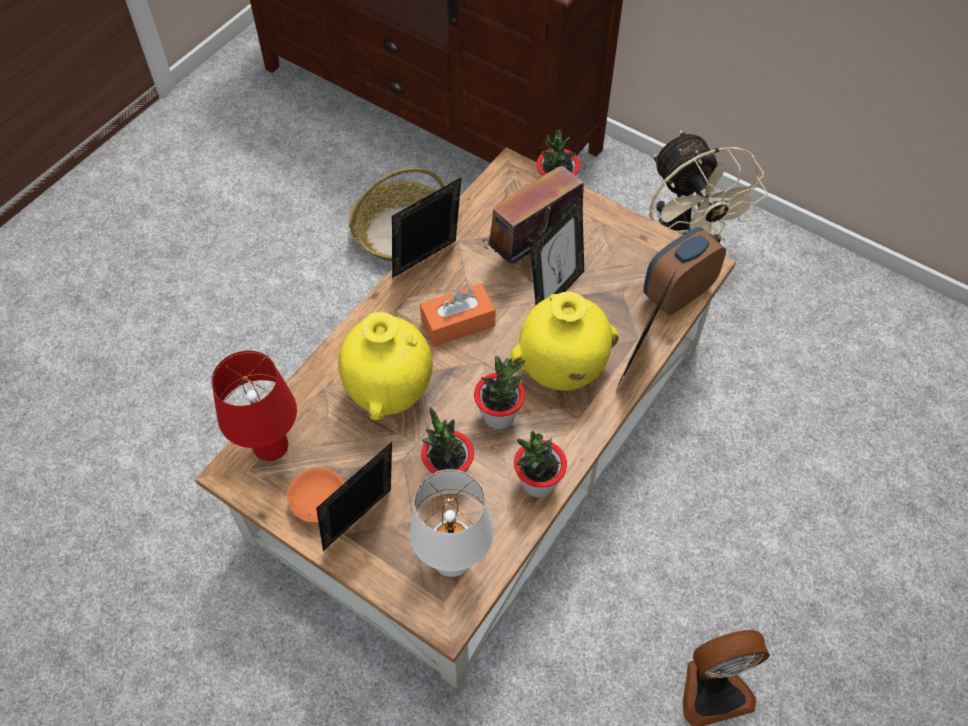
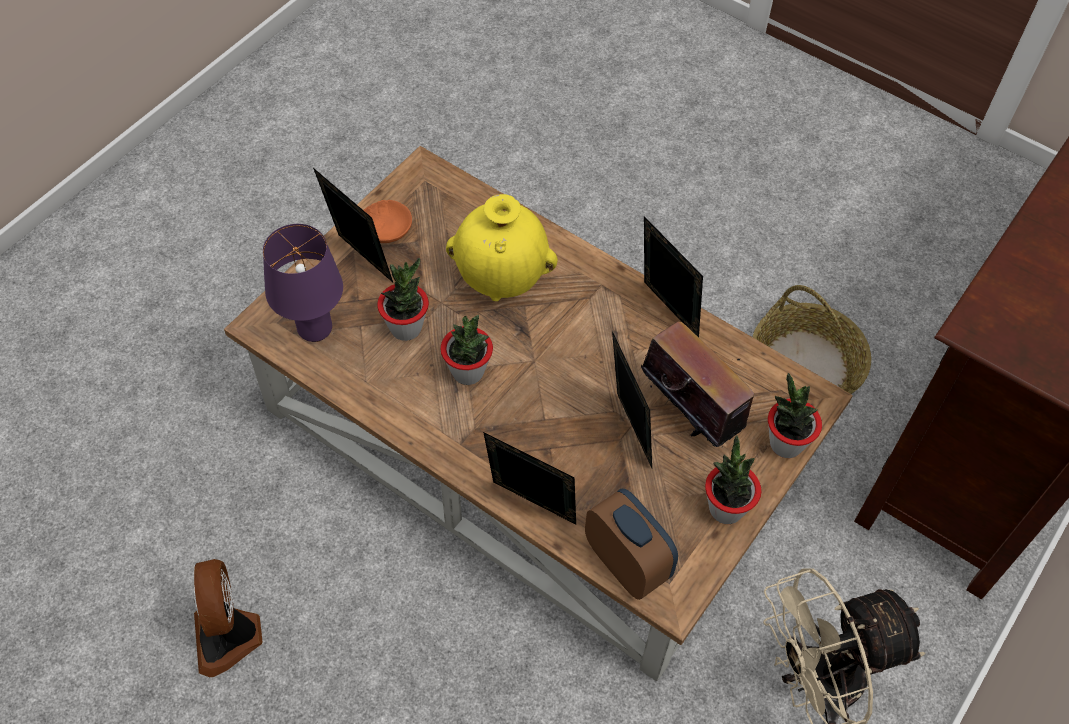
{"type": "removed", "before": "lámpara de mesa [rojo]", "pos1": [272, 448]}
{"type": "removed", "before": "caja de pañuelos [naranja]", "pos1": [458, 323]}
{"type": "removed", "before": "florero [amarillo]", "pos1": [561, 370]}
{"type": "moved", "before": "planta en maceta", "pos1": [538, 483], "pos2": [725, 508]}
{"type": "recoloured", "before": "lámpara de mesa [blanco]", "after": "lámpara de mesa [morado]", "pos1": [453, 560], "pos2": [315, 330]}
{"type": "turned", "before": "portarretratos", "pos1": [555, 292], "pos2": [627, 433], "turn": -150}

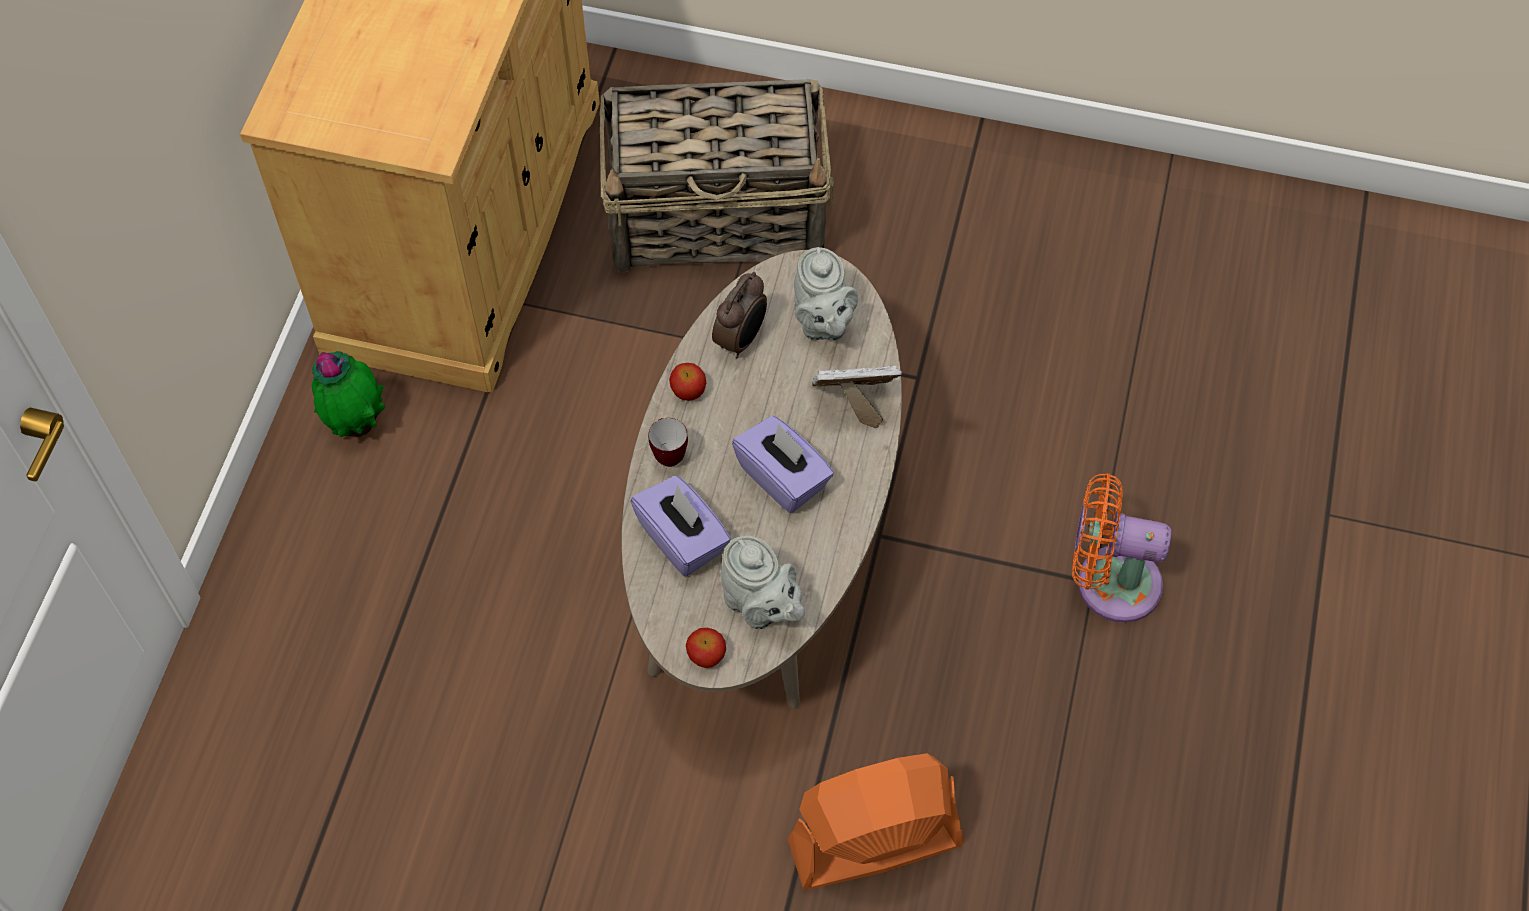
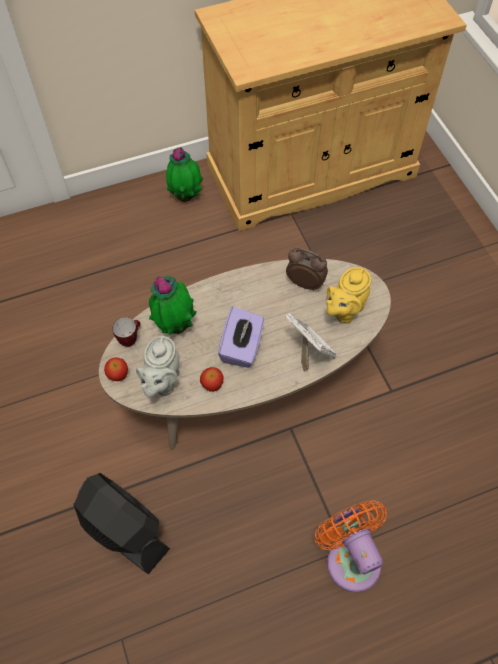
{"type": "removed", "before": "cesta", "pos1": [719, 218]}
{"type": "moved", "before": "taza grande", "pos1": [667, 454], "pos2": [130, 339]}
{"type": "moved", "before": "manzana", "pos1": [688, 392], "pos2": [212, 384]}
{"type": "replaced", "before": "caja de pañuelos [morado]", "after": "planta en maceta", "pos1": [682, 539], "pos2": [175, 326]}
{"type": "recoloured", "before": "ventilador [naranja]", "after": "ventilador [negro]", "pos1": [874, 842], "pos2": [123, 530]}
{"type": "recoloured", "before": "tetera [gris]", "after": "tetera [amarillo]", "pos1": [822, 323], "pos2": [344, 310]}
{"type": "turned", "before": "despertador", "pos1": [741, 339], "pos2": [305, 283], "turn": -150}

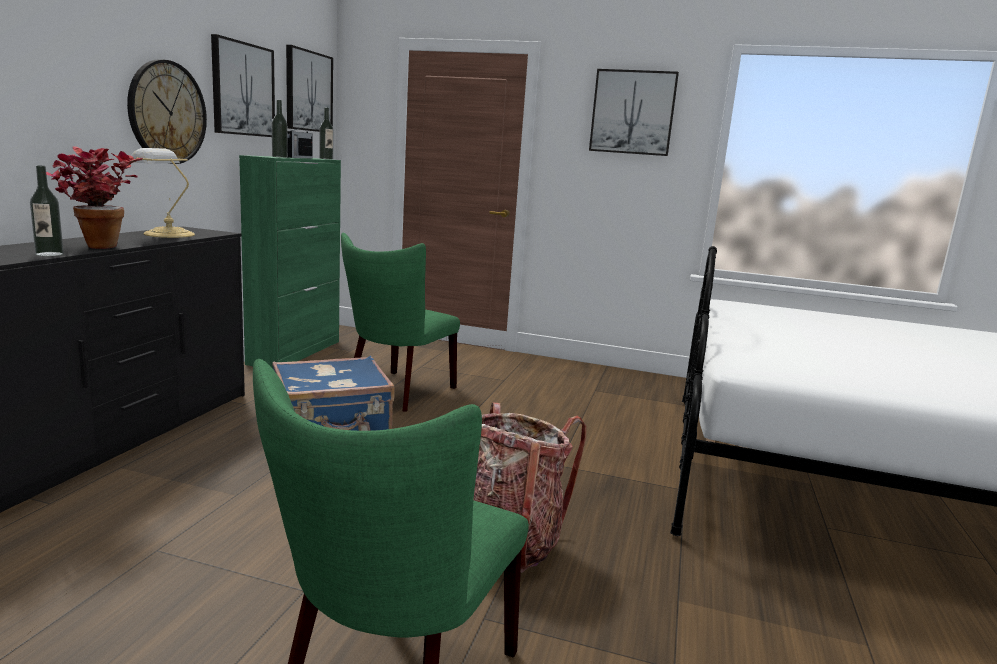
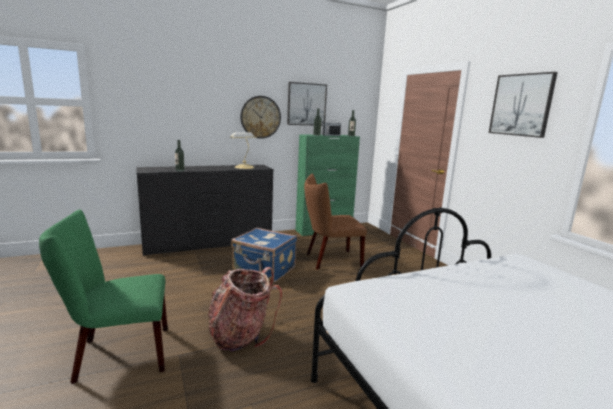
{"type": "removed", "before": "planta en maceta", "pos1": [97, 245]}
{"type": "removed", "before": "cuadro", "pos1": [308, 91]}
{"type": "recoloured", "before": "silla [verde]", "after": "silla [marrón]", "pos1": [396, 393], "pos2": [330, 260]}

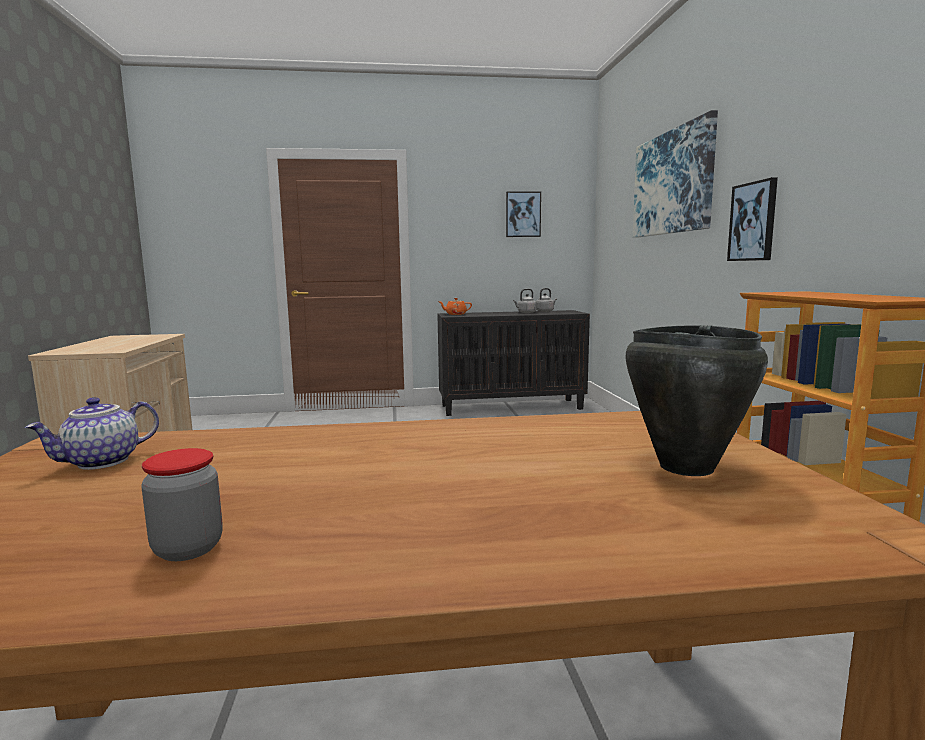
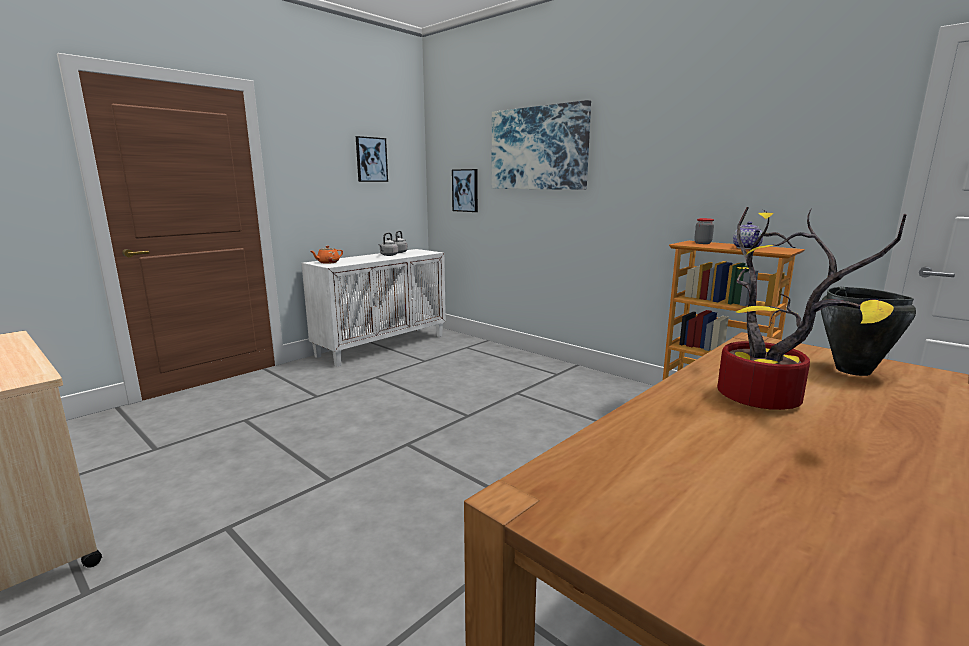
{"type": "added", "after": "planta en maceta", "pos2": [767, 399]}
{"type": "moved", "before": "tetera", "pos1": [102, 462], "pos2": [747, 248]}
{"type": "moved", "before": "tarro", "pos1": [188, 548], "pos2": [702, 243]}
{"type": "moved", "before": "cuadro", "pos1": [753, 221], "pos2": [465, 190]}
{"type": "recoloured", "before": "armario [negro]", "after": "armario [blanco]", "pos1": [512, 407], "pos2": [382, 345]}

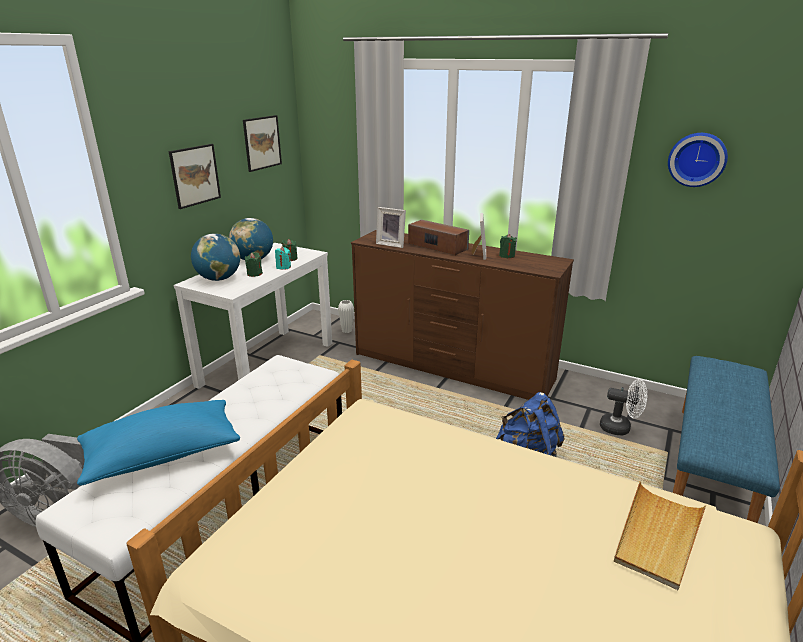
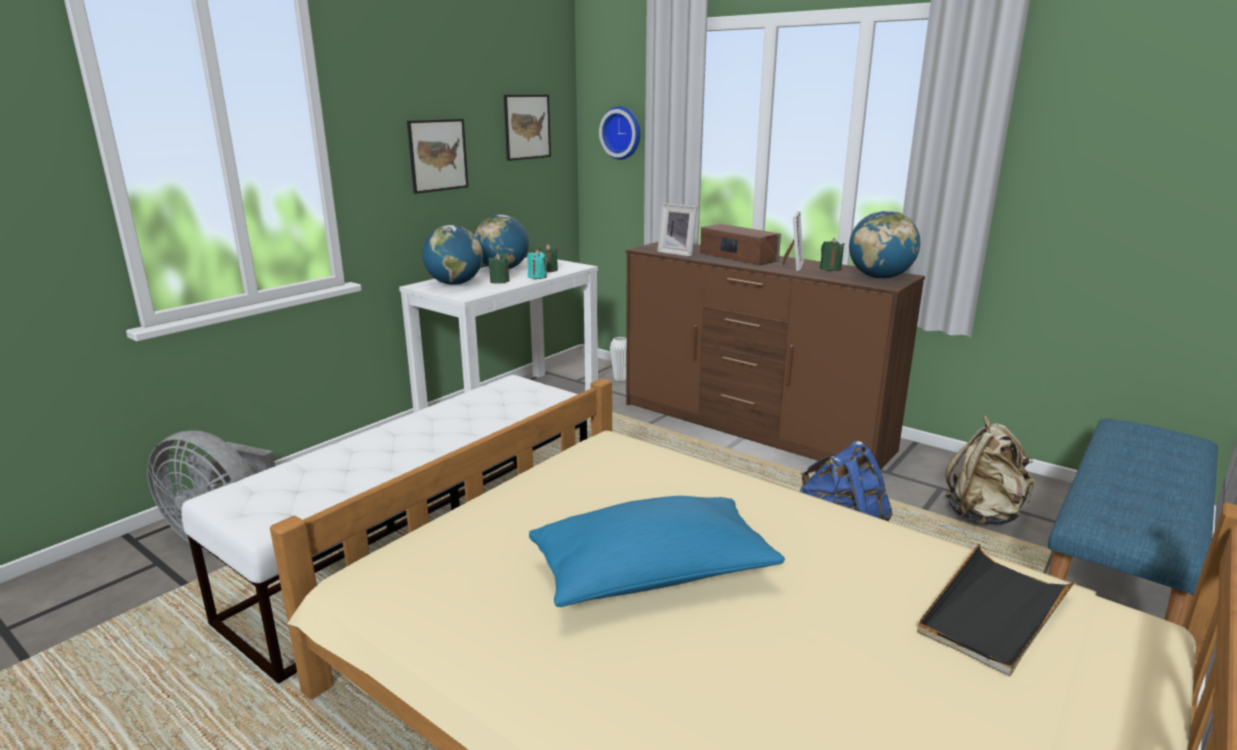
{"type": "added", "after": "globo terráqueo", "pos2": [880, 277]}
{"type": "moved", "before": "cojín [azul]", "pos1": [163, 456], "pos2": [652, 576]}
{"type": "moved", "before": "reloj de pared", "pos1": [697, 159], "pos2": [622, 133]}
{"type": "replaced", "before": "ventilador [blanco]", "after": "mochila [beis]", "pos1": [620, 428], "pos2": [983, 515]}
{"type": "recoloured", "before": "bandeja [beis]", "after": "bandeja [negro]", "pos1": [657, 536], "pos2": [993, 612]}

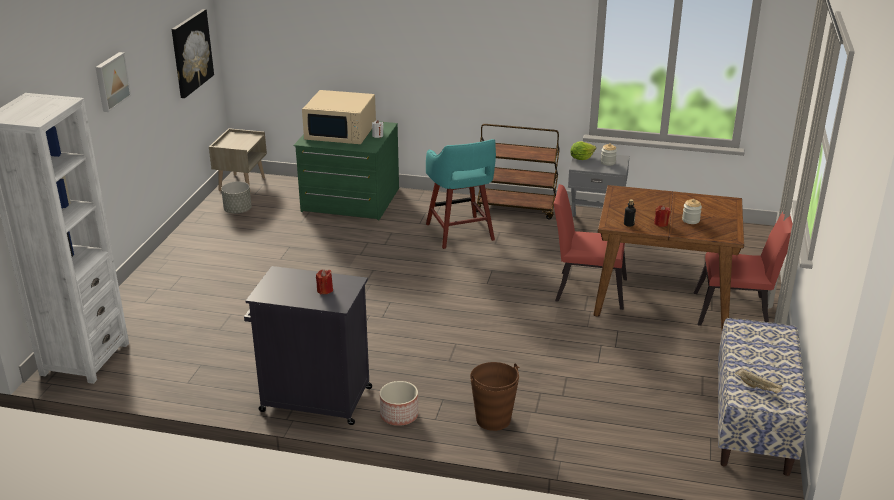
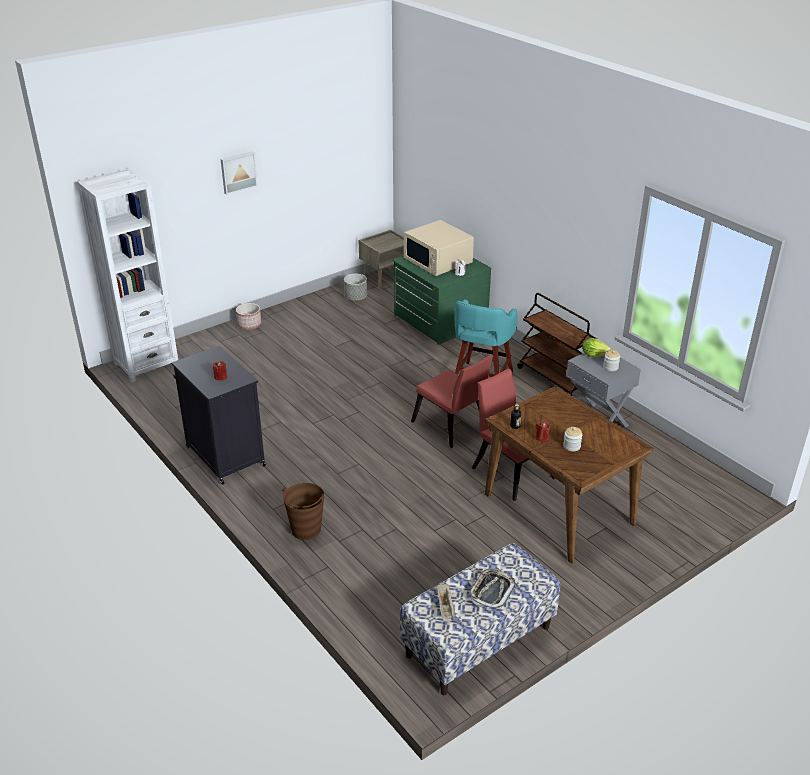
{"type": "removed", "before": "cuadro", "pos1": [191, 52]}
{"type": "added", "after": "bandeja", "pos2": [491, 591]}
{"type": "moved", "before": "maceta", "pos1": [399, 415], "pos2": [249, 325]}
{"type": "moved", "before": "silla [rojo]", "pos1": [736, 312], "pos2": [452, 427]}

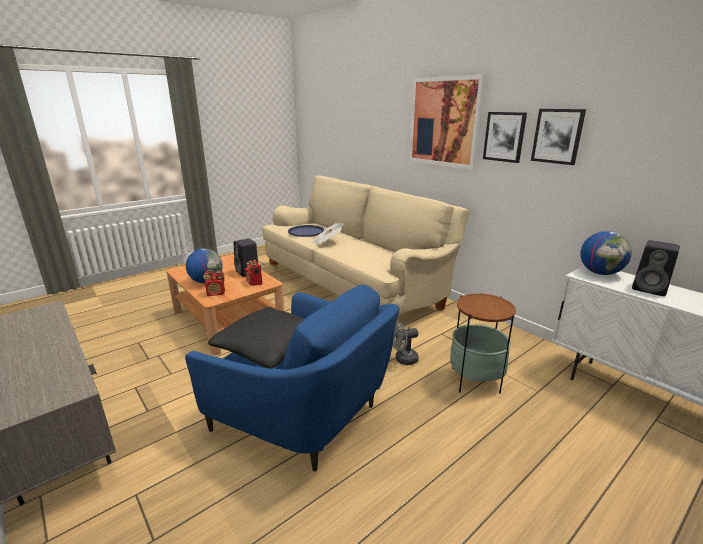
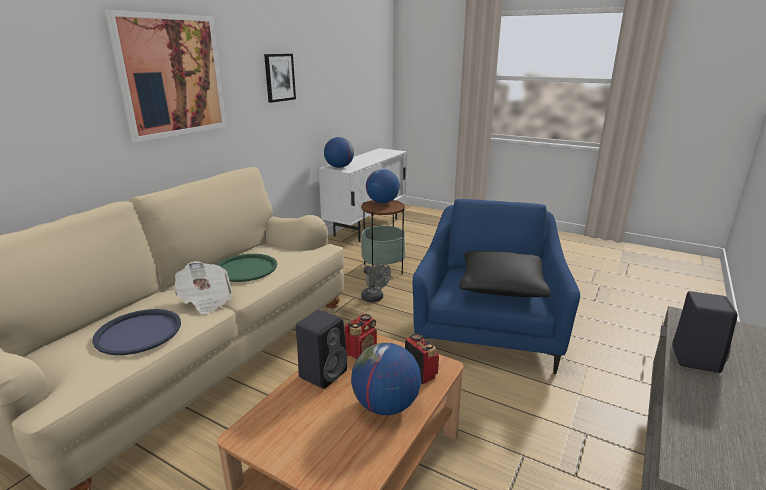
{"type": "removed", "before": "cuadro", "pos1": [504, 136]}
{"type": "added", "after": "bandeja [verde]", "pos2": [246, 268]}
{"type": "added", "after": "globo terráqueo", "pos2": [382, 202]}
{"type": "moved", "before": "altavoz [negro]", "pos1": [650, 289], "pos2": [694, 358]}

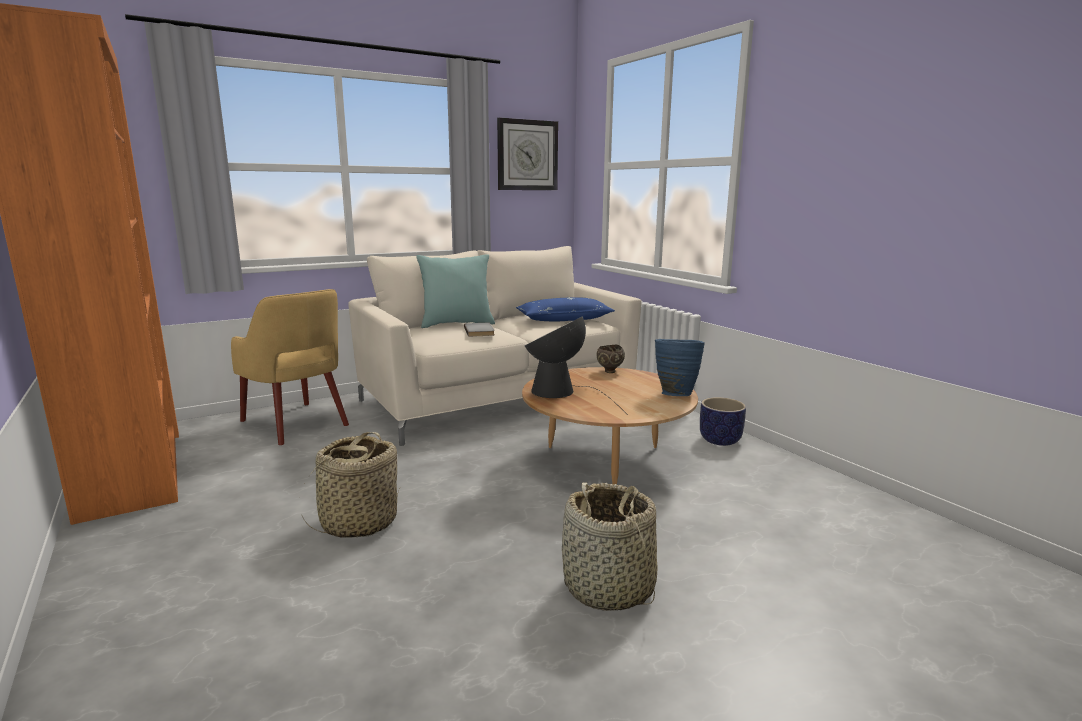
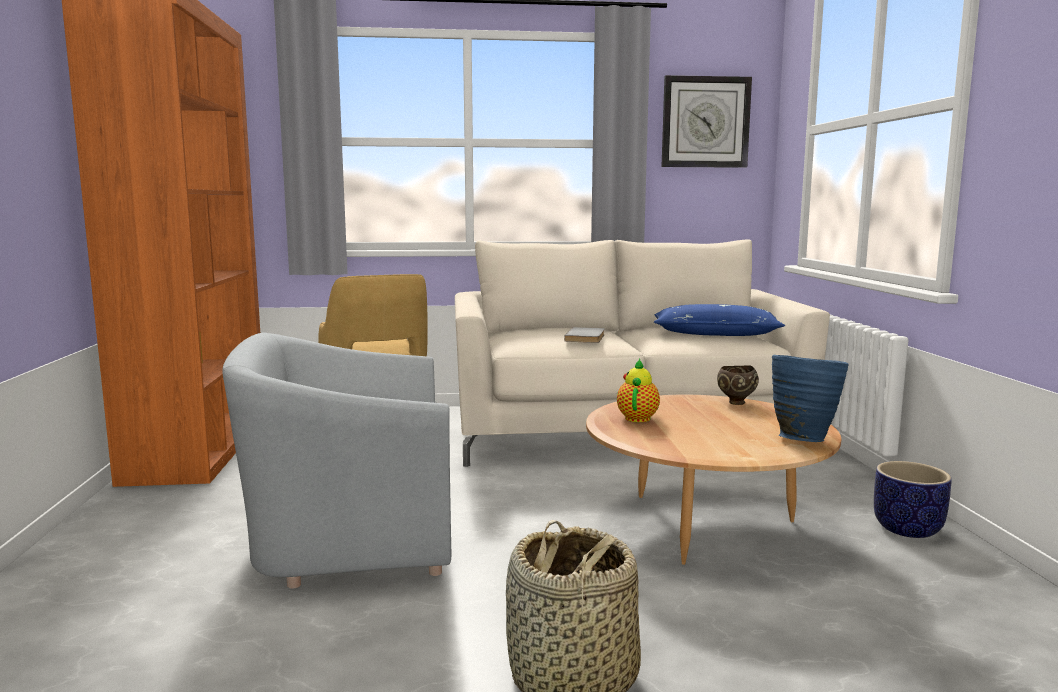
{"type": "removed", "before": "cojín [turquesa]", "pos1": [457, 324]}
{"type": "replaced", "before": "cesta", "after": "sillón [gris]", "pos1": [358, 522], "pos2": [350, 536]}
{"type": "replaced", "before": "lámpara de mesa", "after": "tetera", "pos1": [560, 392], "pos2": [638, 417]}

